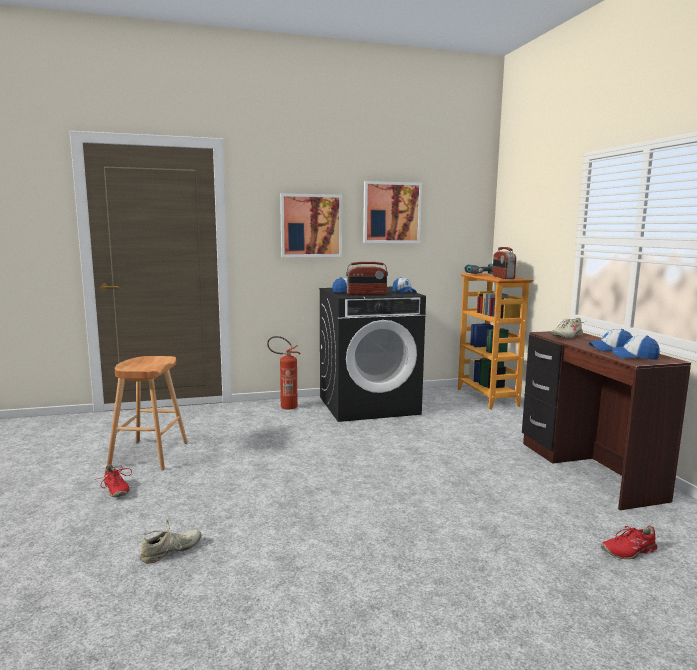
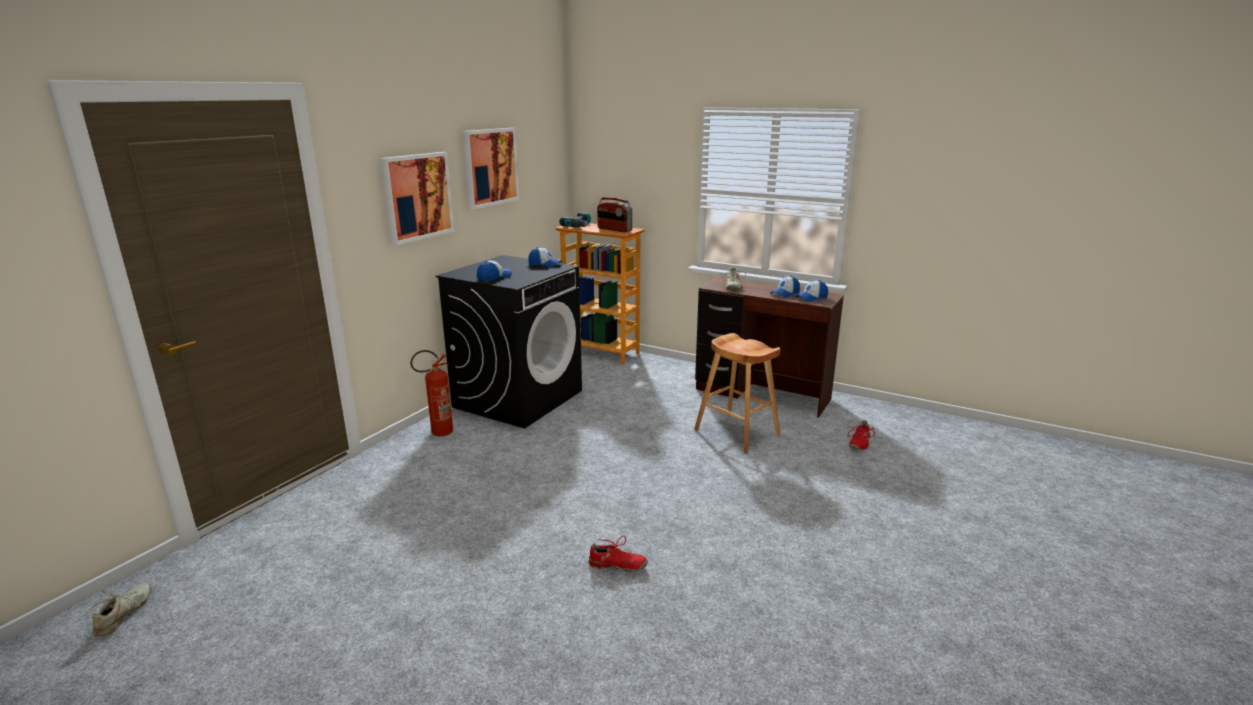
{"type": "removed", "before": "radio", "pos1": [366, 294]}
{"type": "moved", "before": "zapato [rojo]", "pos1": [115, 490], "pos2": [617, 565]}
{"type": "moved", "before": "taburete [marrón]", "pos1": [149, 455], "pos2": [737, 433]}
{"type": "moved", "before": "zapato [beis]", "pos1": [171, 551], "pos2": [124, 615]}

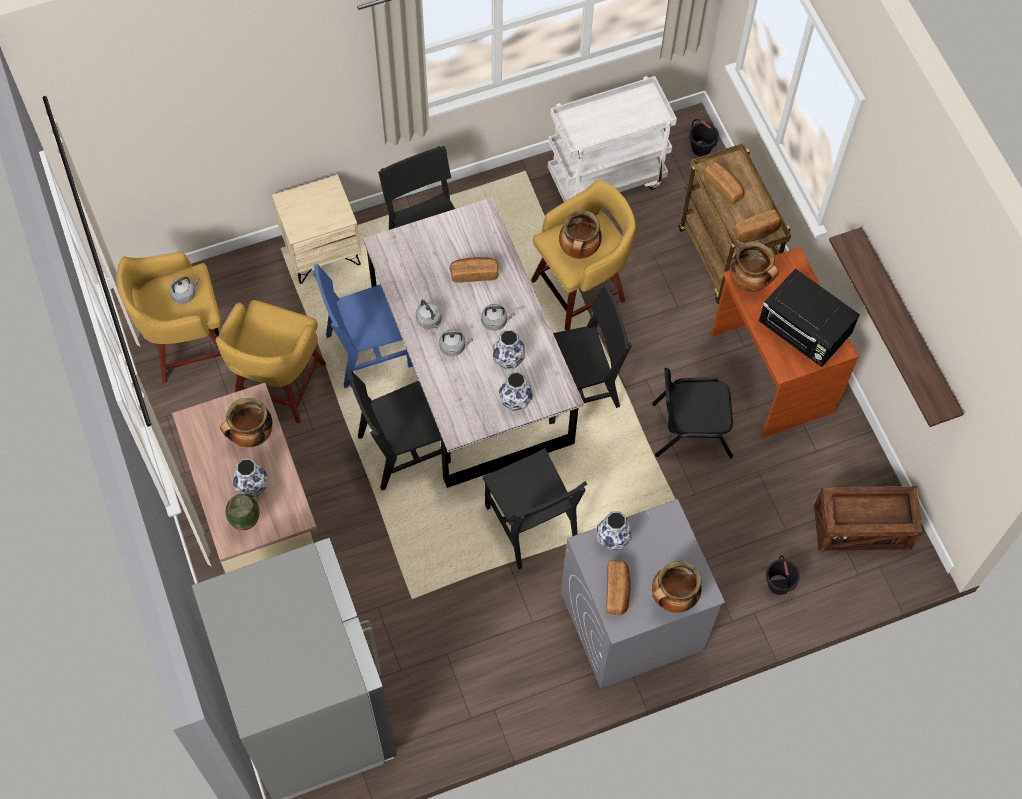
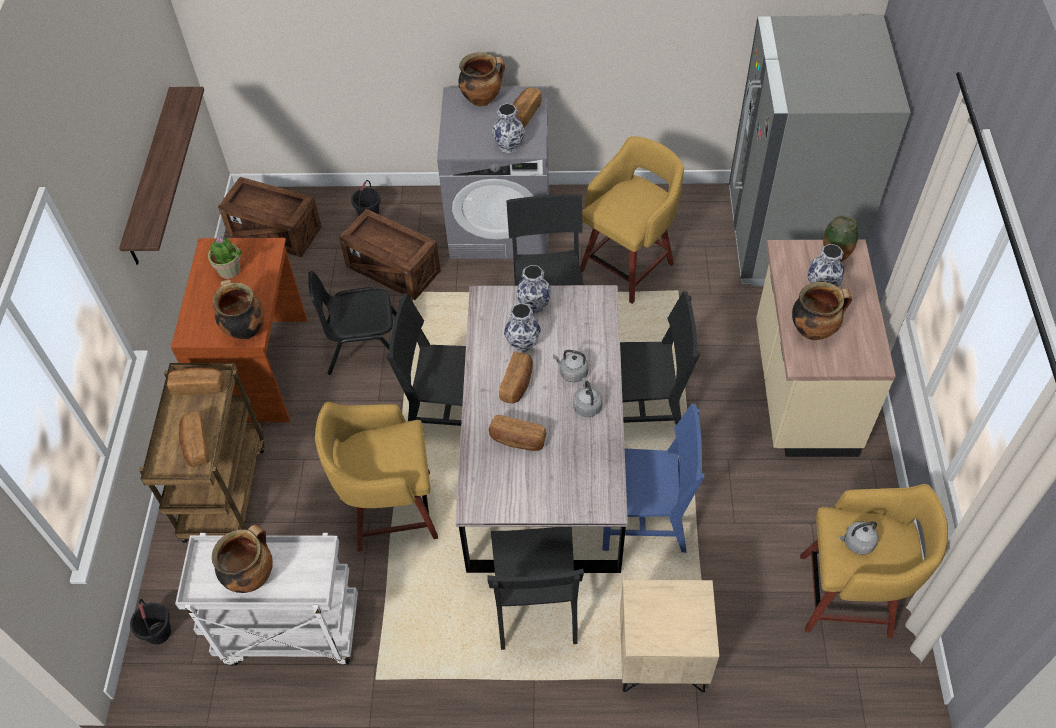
{"type": "added", "after": "caja de embalaje", "pos2": [393, 269]}
{"type": "moved", "before": "taburete [amarillo]", "pos1": [278, 385], "pos2": [629, 265]}
{"type": "moved", "before": "olla", "pos1": [579, 250], "pos2": [251, 575]}
{"type": "replaced", "before": "hervidor [gris]", "after": "pan", "pos1": [496, 321], "pos2": [517, 384]}
{"type": "replaced", "before": "microondas [negro]", "after": "planta en maceta", "pos1": [804, 332], "pos2": [229, 270]}
{"type": "turned", "before": "silla [negro]", "pos1": [691, 429], "pos2": [364, 345], "turn": 150}

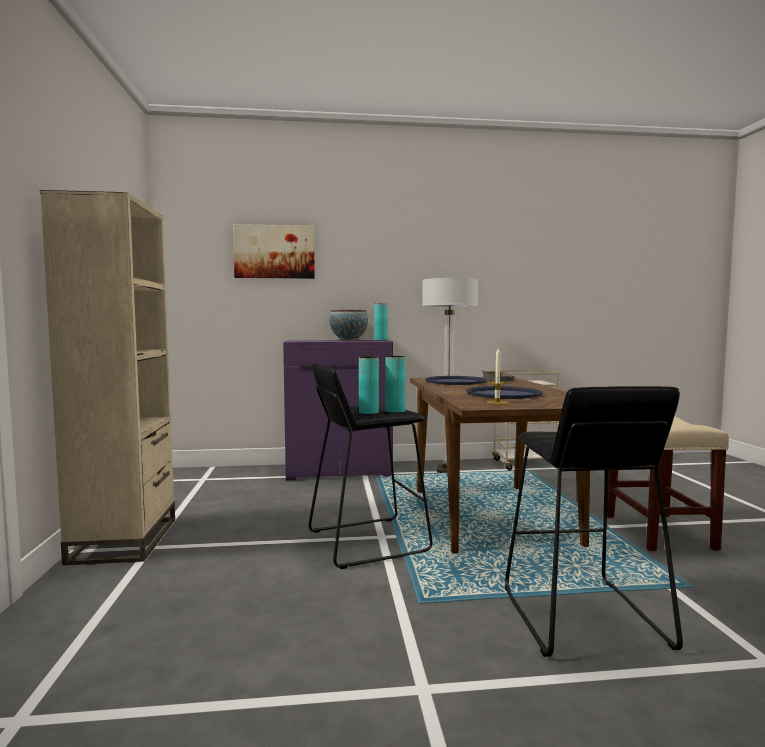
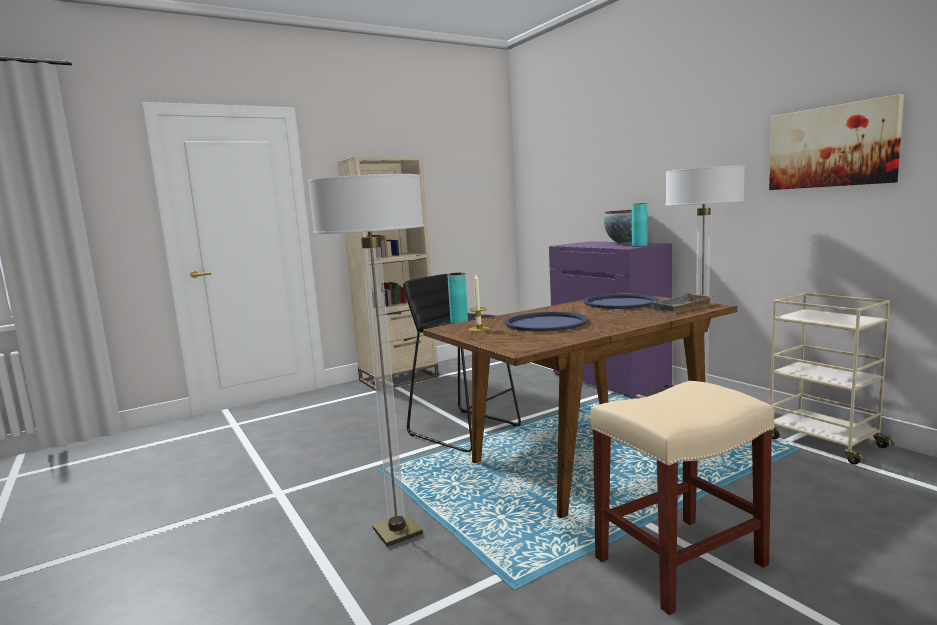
{"type": "removed", "before": "florero [turquesa]", "pos1": [368, 412]}
{"type": "moved", "before": "cuadro", "pos1": [274, 252], "pos2": [831, 146]}
{"type": "replaced", "before": "taburete [negro]", "after": "lámpara de pie", "pos1": [581, 617], "pos2": [397, 532]}

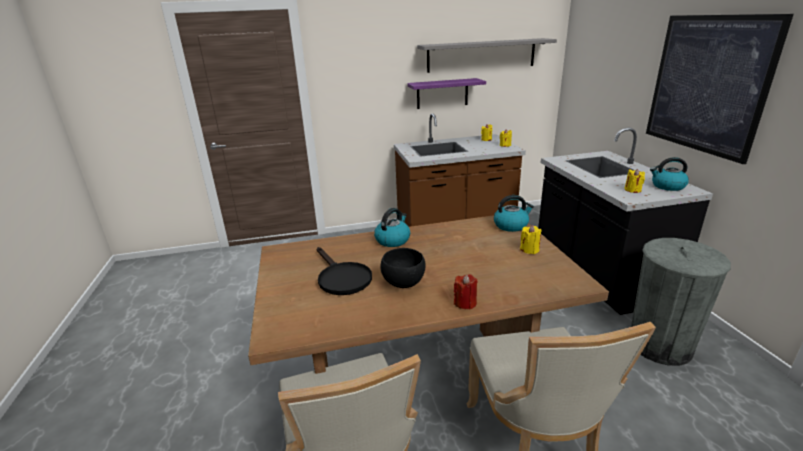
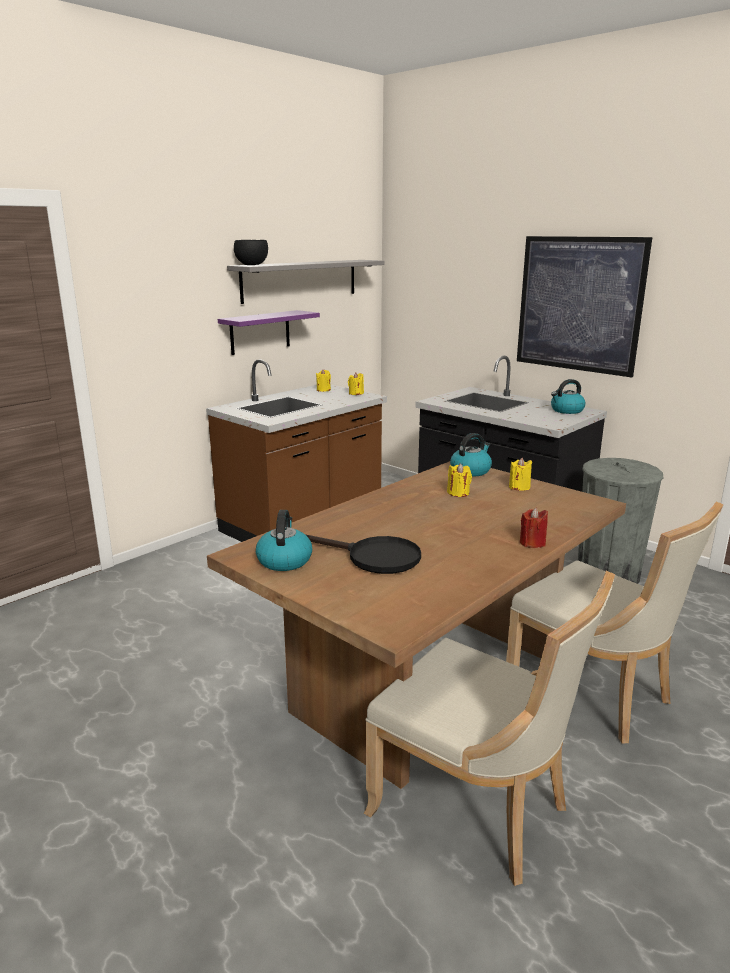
{"type": "moved", "before": "hervidor", "pos1": [393, 240], "pos2": [284, 560]}
{"type": "moved", "before": "cuenco [negro]", "pos1": [403, 283], "pos2": [251, 265]}
{"type": "moved", "before": "vela [amarillo]", "pos1": [632, 190], "pos2": [458, 493]}

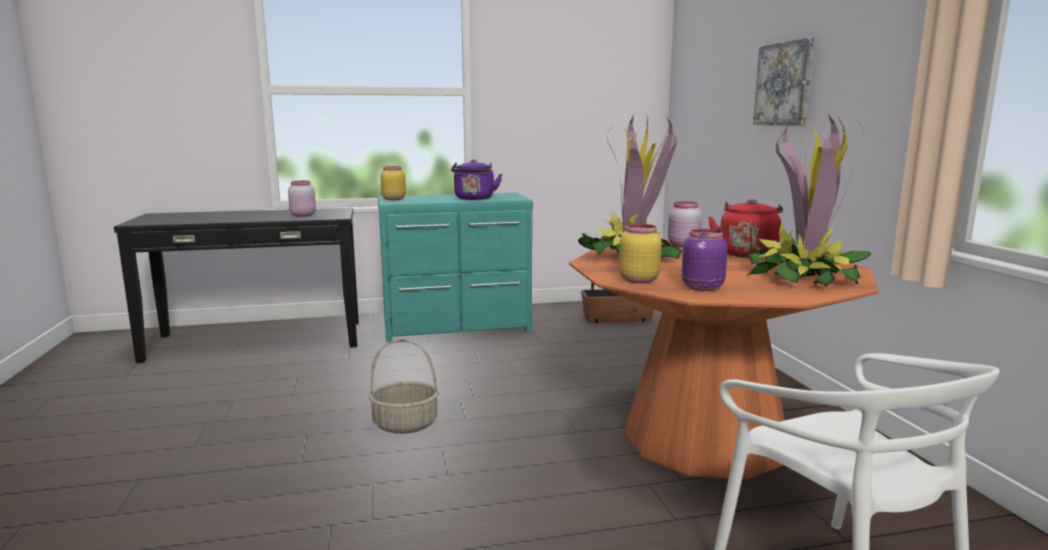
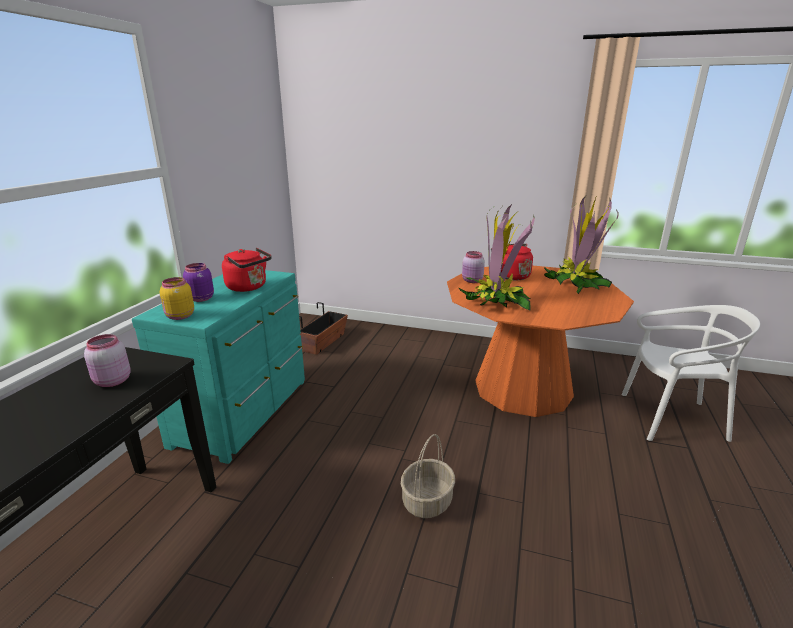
{"type": "removed", "before": "tarro [amarillo]", "pos1": [638, 279]}
{"type": "removed", "before": "cuadro", "pos1": [784, 84]}
{"type": "moved", "before": "tarro [morado]", "pos1": [701, 287], "pos2": [200, 299]}
{"type": "recoloured", "before": "hervidor [morado]", "after": "hervidor [rojo]", "pos1": [474, 199], "pos2": [249, 287]}

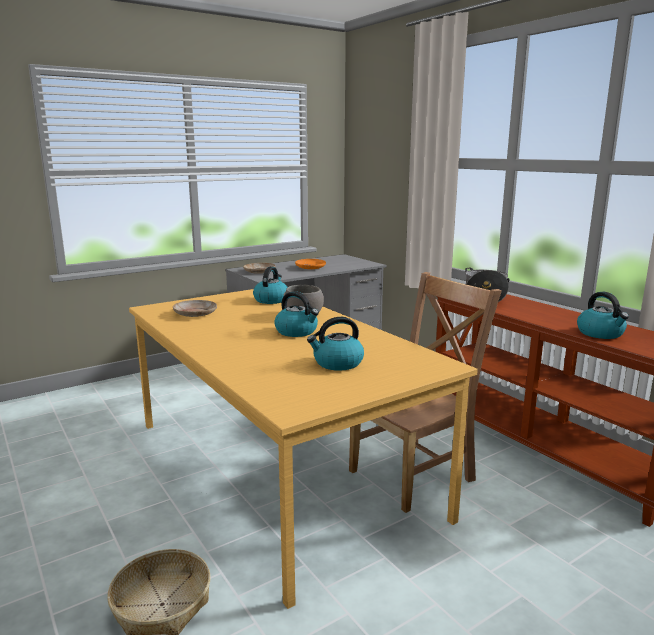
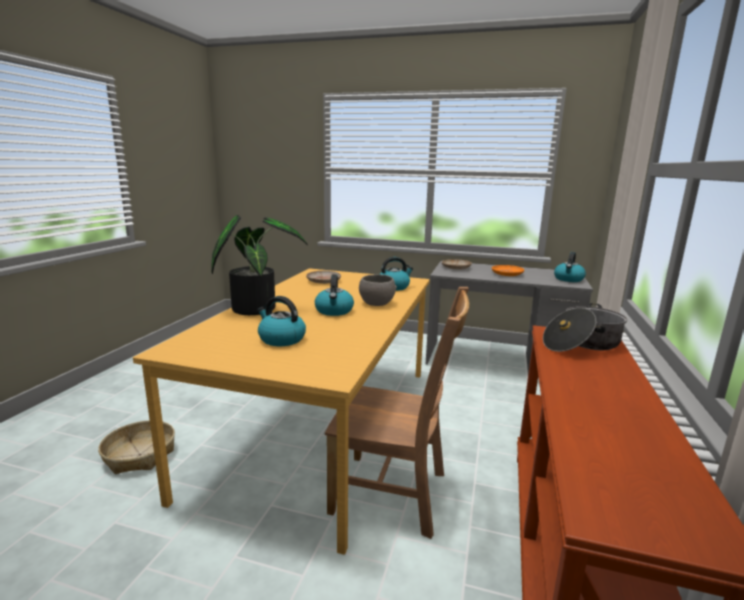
{"type": "added", "after": "planta en maceta", "pos2": [256, 307]}
{"type": "moved", "before": "hervidor", "pos1": [601, 333], "pos2": [568, 279]}

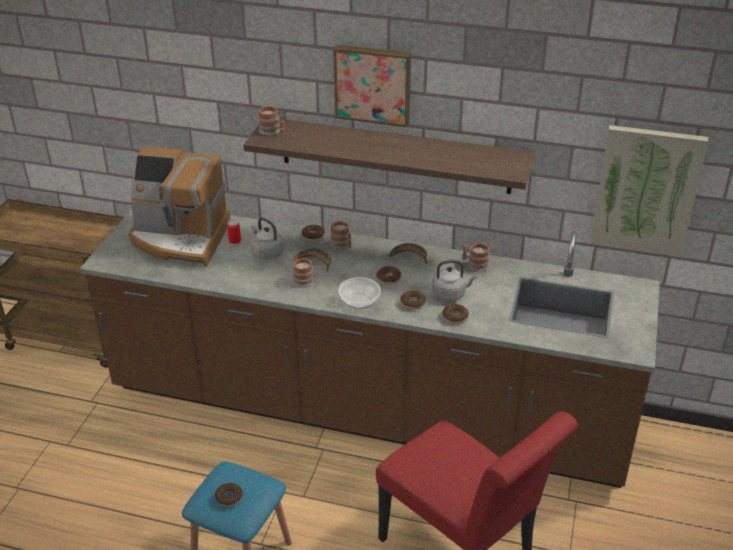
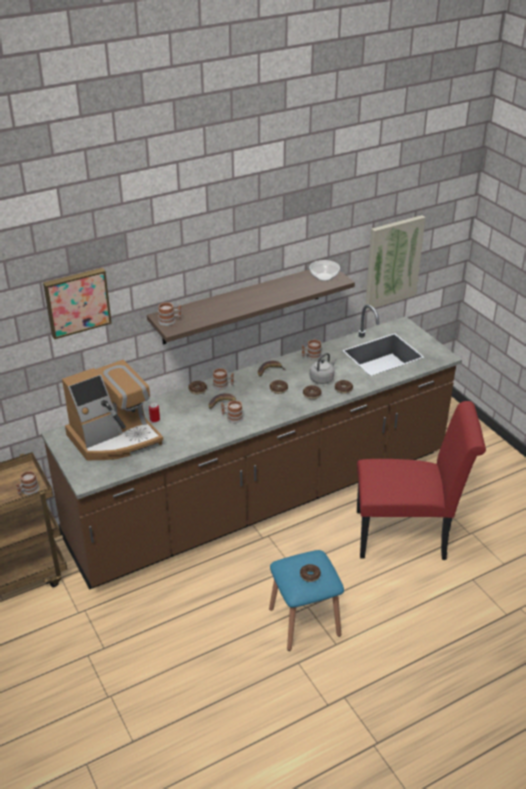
{"type": "removed", "before": "hervidor [gris]", "pos1": [267, 253]}
{"type": "added", "after": "taza grande", "pos2": [28, 491]}
{"type": "moved", "before": "cuadro", "pos1": [373, 84], "pos2": [77, 301]}
{"type": "moved", "before": "cuenco", "pos1": [359, 302], "pos2": [324, 277]}

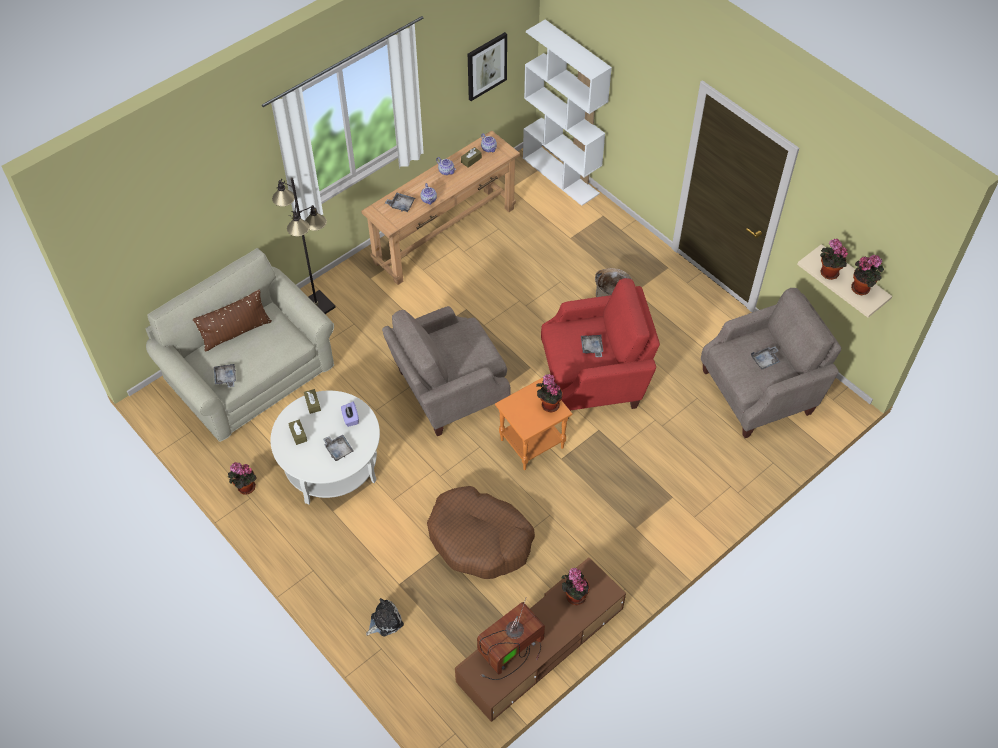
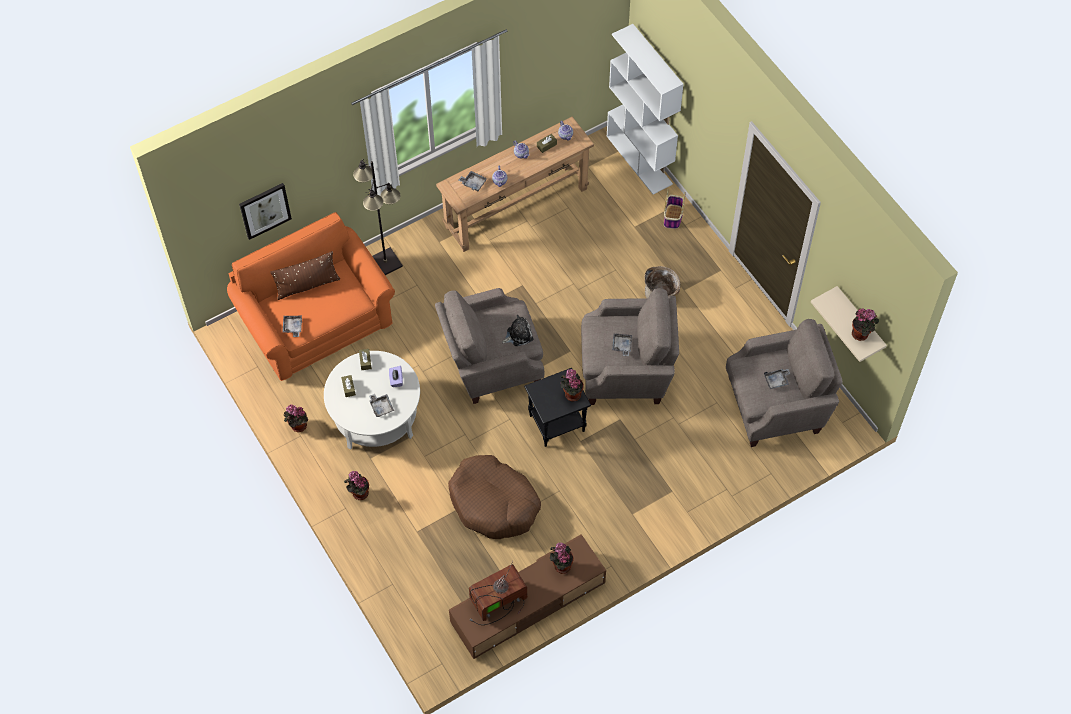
{"type": "added", "after": "cesta", "pos2": [673, 217]}
{"type": "moved", "before": "peluche", "pos1": [385, 621], "pos2": [518, 335]}
{"type": "moved", "before": "cuadro", "pos1": [486, 66], "pos2": [265, 210]}
{"type": "moved", "before": "planta en maceta", "pos1": [827, 273], "pos2": [359, 493]}
{"type": "recoloured", "before": "sofá [beis]", "after": "sofá [naranja]", "pos1": [250, 374], "pos2": [316, 321]}
{"type": "recoloured", "before": "mesa auxiliar [naranja]", "after": "mesa auxiliar [negro]", "pos1": [532, 445], "pos2": [556, 424]}
{"type": "recoloured", "before": "sillón [rojo]", "after": "sillón [beis]", "pos1": [594, 378], "pos2": [626, 369]}

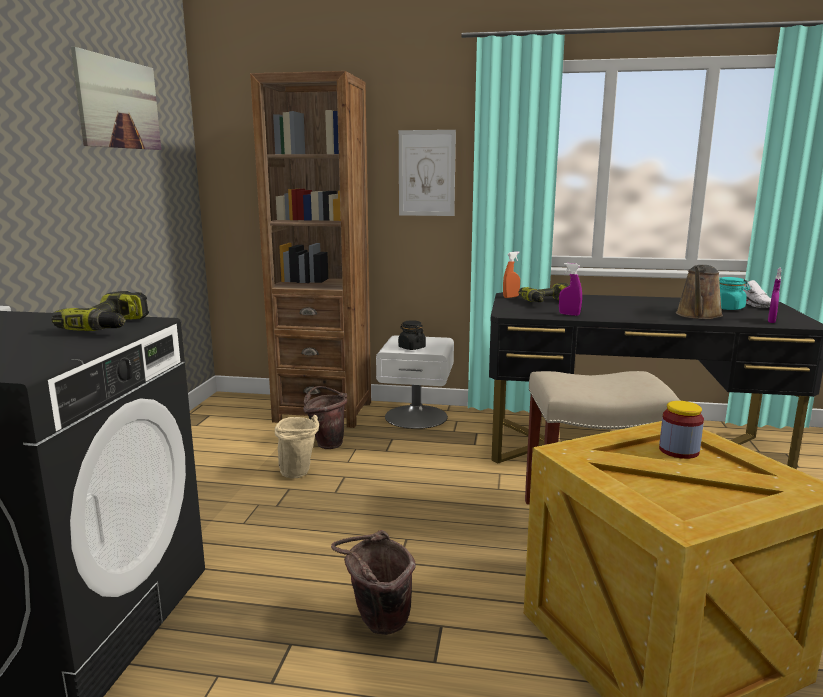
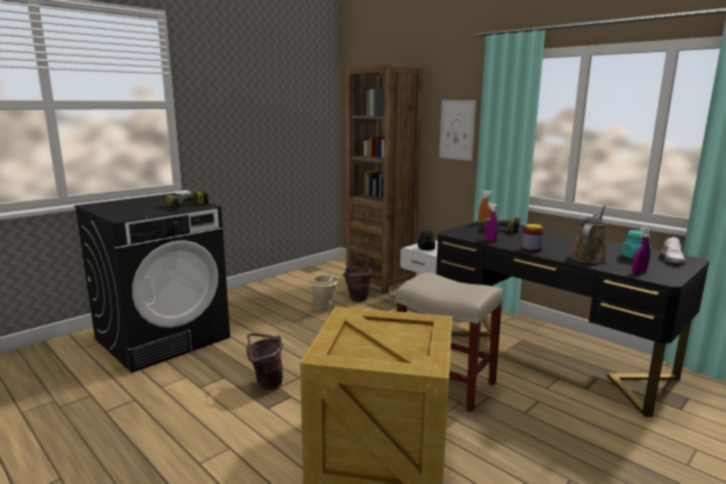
{"type": "removed", "before": "cuadro", "pos1": [119, 104]}
{"type": "moved", "before": "tarro", "pos1": [678, 451], "pos2": [531, 249]}
{"type": "turned", "before": "regadera [marrón]", "pos1": [698, 315], "pos2": [588, 257], "turn": 150}

